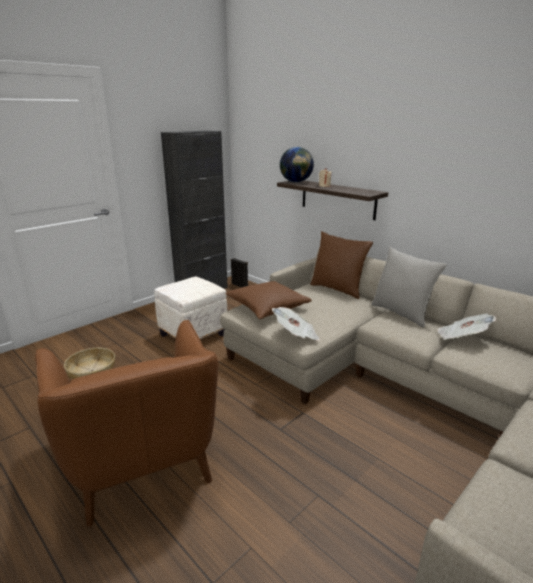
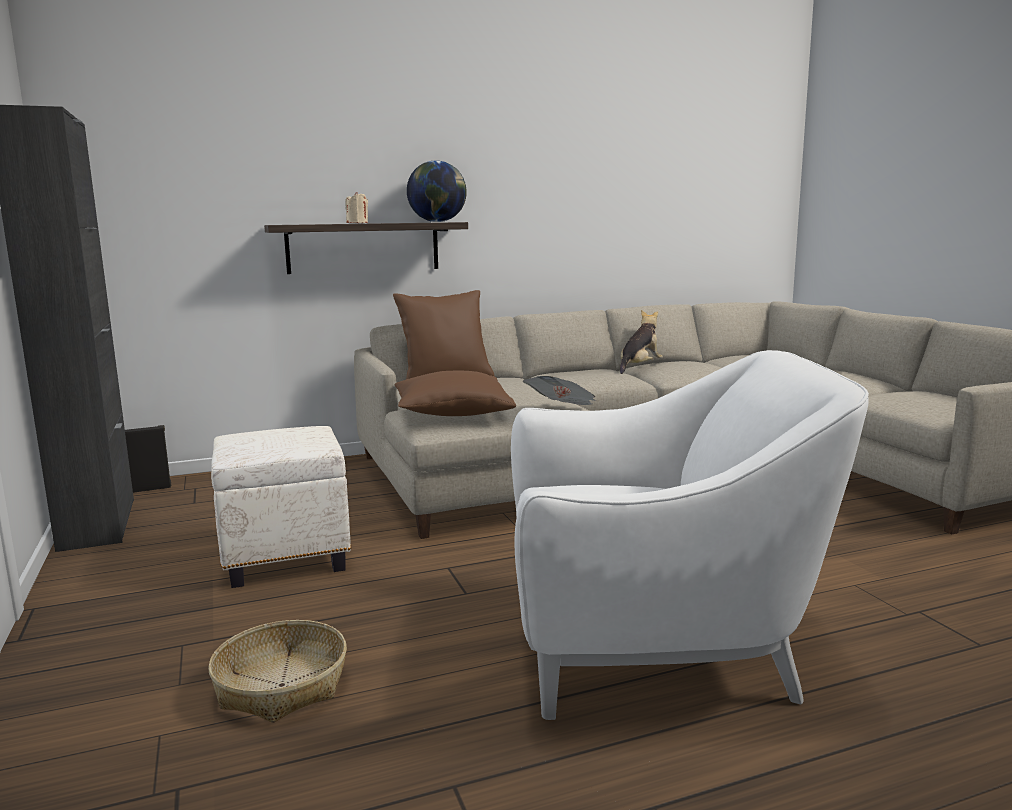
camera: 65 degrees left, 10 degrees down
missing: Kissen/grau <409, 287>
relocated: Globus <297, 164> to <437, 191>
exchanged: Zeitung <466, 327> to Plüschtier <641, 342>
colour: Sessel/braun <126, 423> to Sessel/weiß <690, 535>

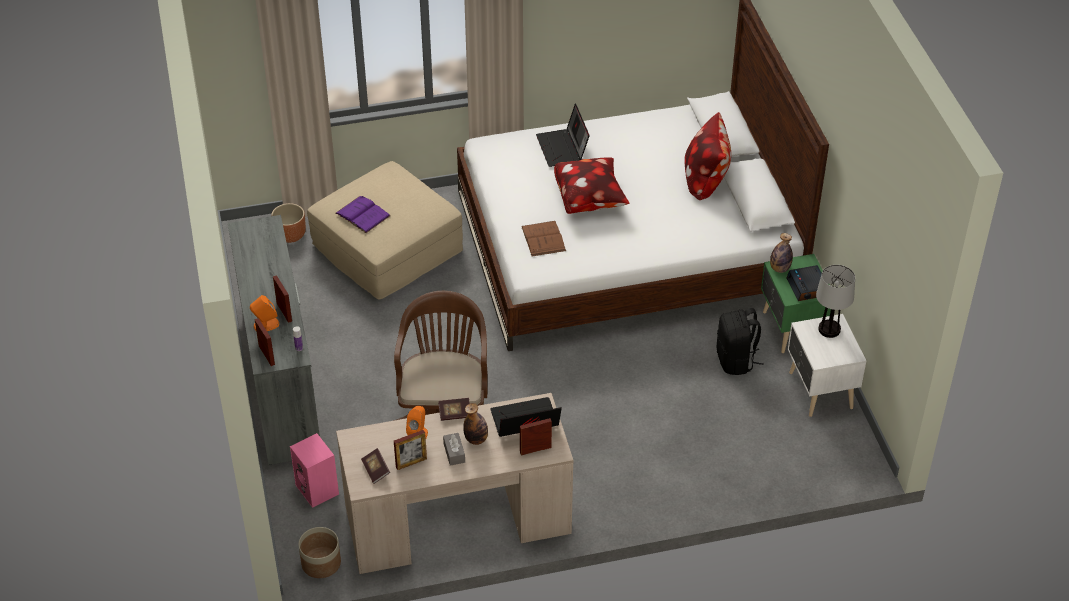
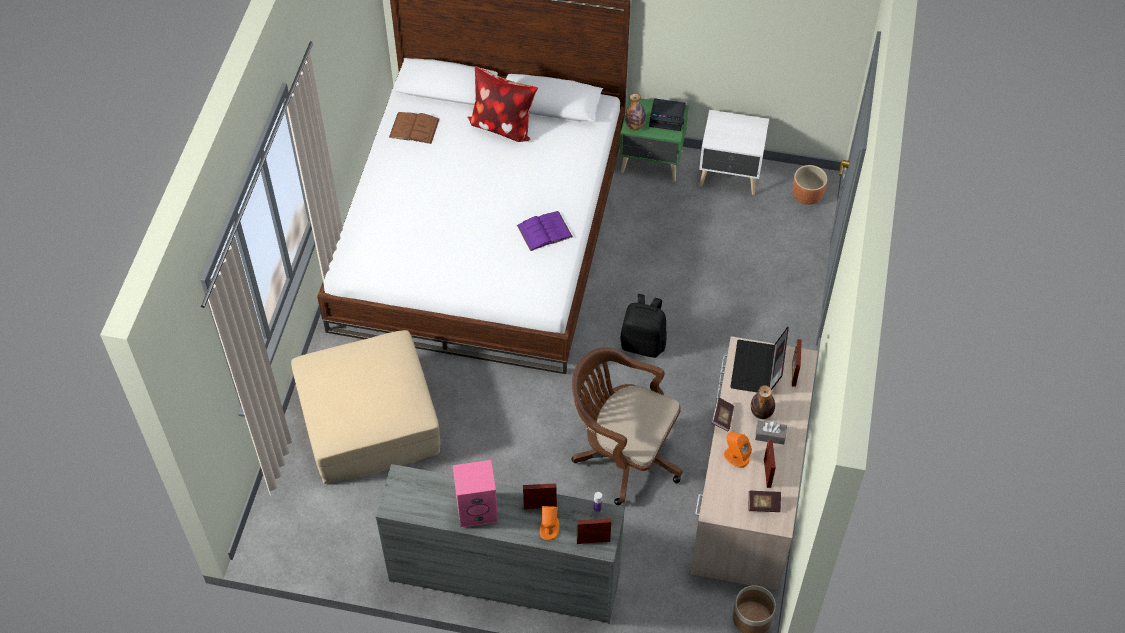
camera: 65 degrees left, 10 degrees up
missing: Laptop <563, 135>; Kissen <591, 185>; Tischlampe <835, 301>
relocated: Buch/braun <543, 239> to <414, 128>; Lautsprecher/rosa <314, 470> to <475, 494>; Buch/lila <363, 214> to <545, 231>; Rucksack/schwarz <740, 341> to <643, 326>; Pflanzkübel/braun <288, 223> to <809, 185>

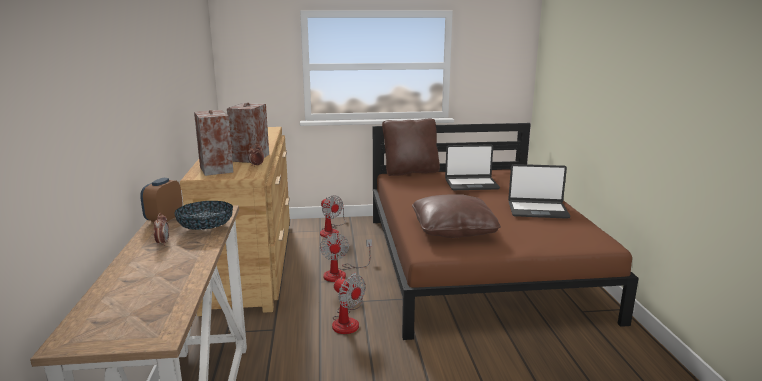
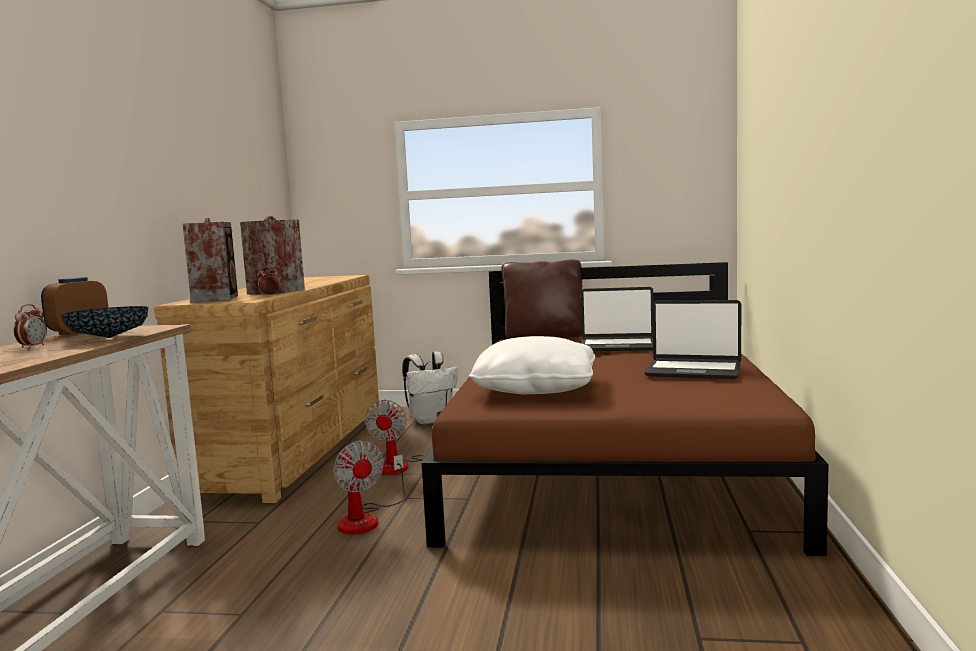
camera: 15 degrees right, 10 degrees down
exchanged: Ventilator <333, 216> to Rucksack/weiß <430, 388>
colour: Kissen/braun <456, 216> to Kissen/weiß <532, 365>

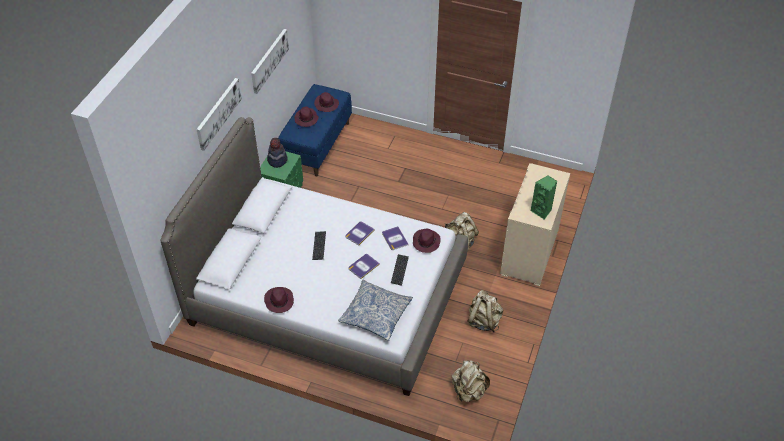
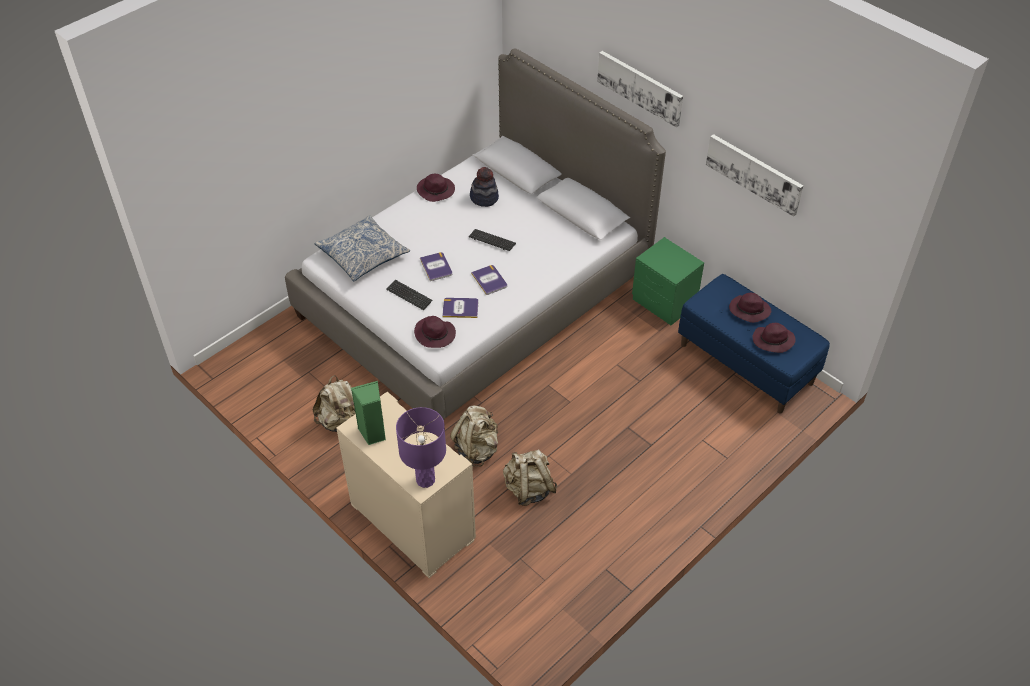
camera: 115 degrees right, 0 degrees up
appeared: Tischlampe/lila <421, 447>
relocated: Hut <277, 153> to <484, 187>; Rucksack/beige <471, 381> to <530, 478>

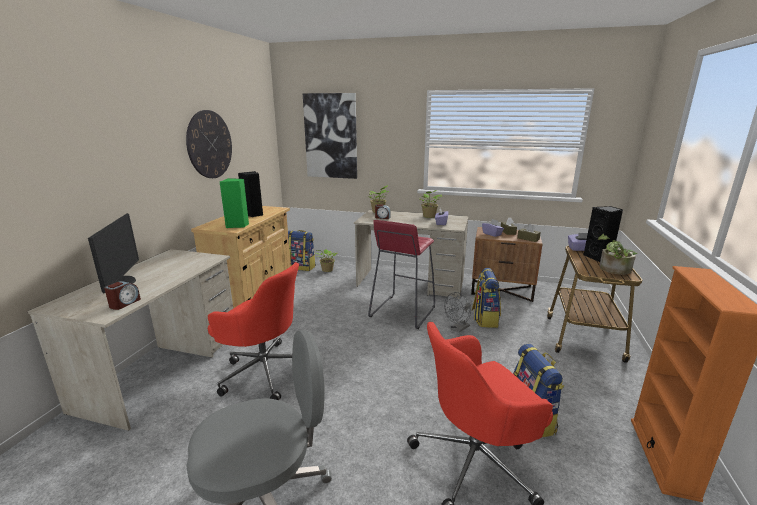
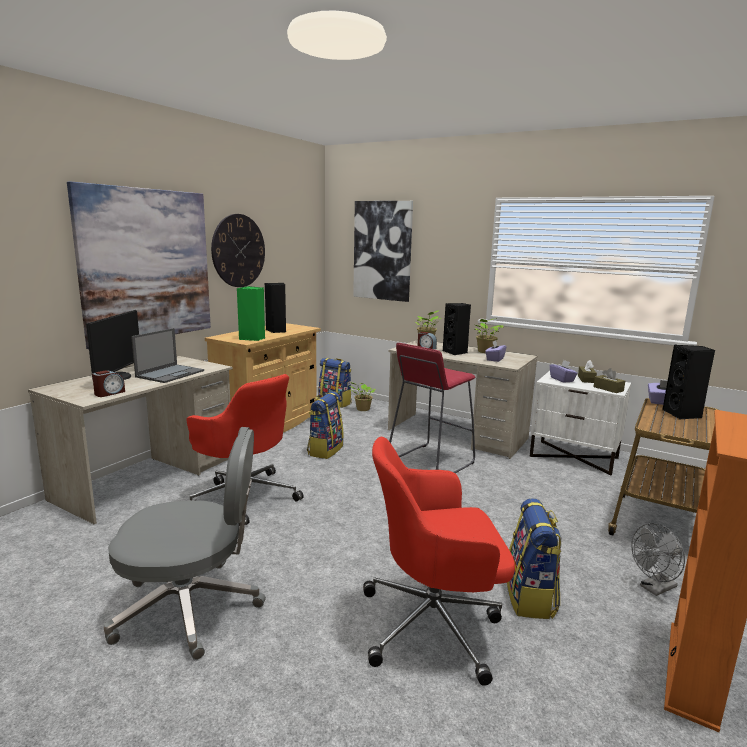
camera: 15 degrees right, 5 degrees down
missing: Topfpflanze <617, 254>
appeared: Bild <139, 265>; Laptop <167, 355>; Lautsprecher/schwarz <457, 329>
relocated: Rucksack <486, 298> to <325, 425>; Ventilator/grau <457, 312> to <658, 559>
colour: Nachttisch/braun <507, 264> to Nachttisch/weiß <580, 423>

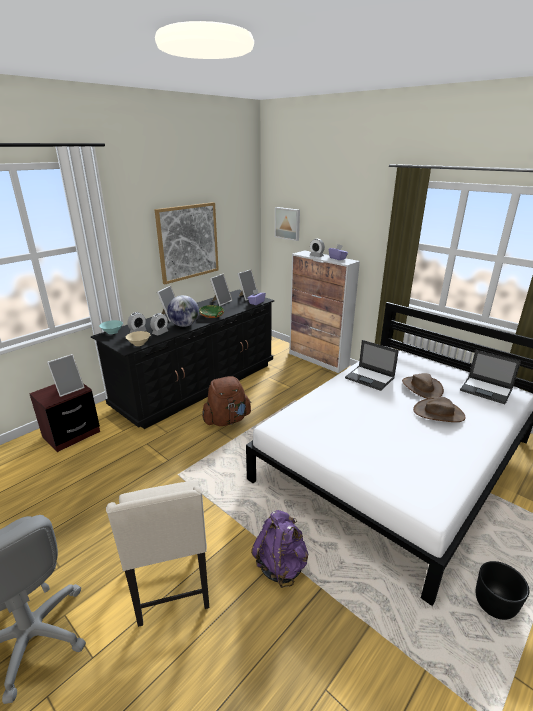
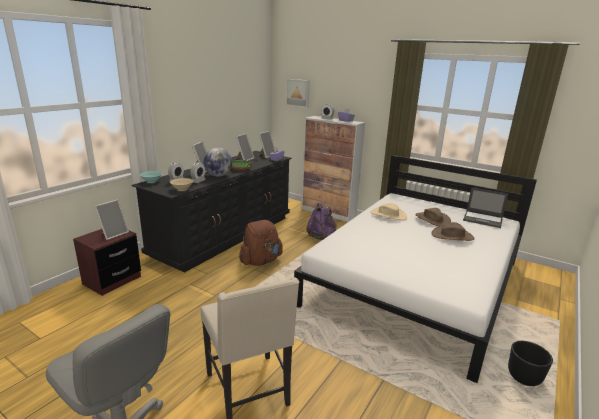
camera: 10 degrees left, 5 degrees down
missing: Bild <186, 243>
relocated: Rucksack/lila <279, 549> to <321, 221>
exchanged: Laptop <372, 365> to Hut/beige <388, 211>

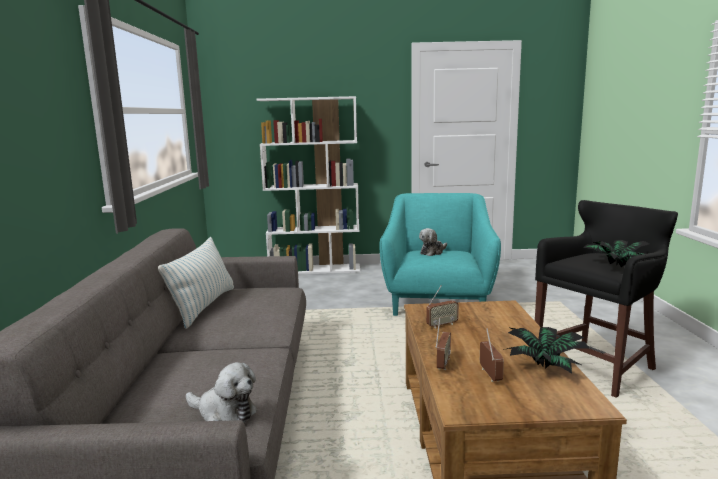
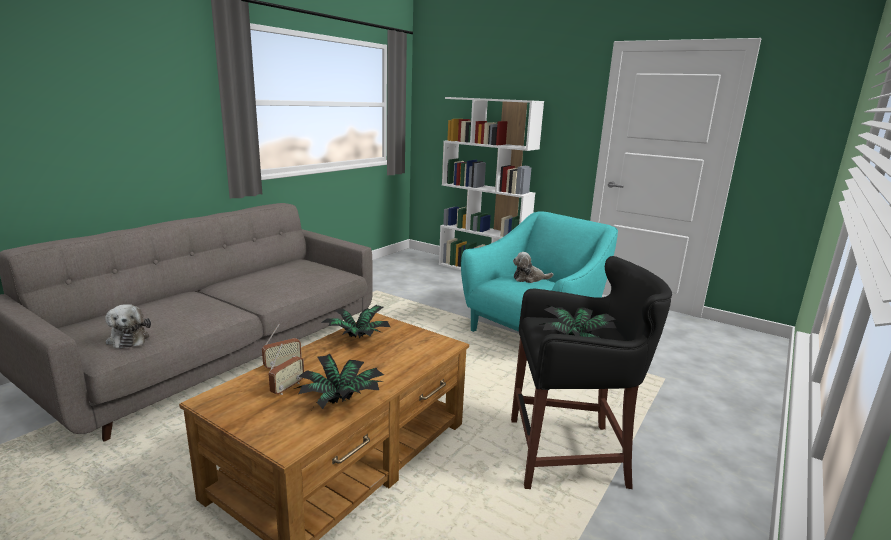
camera: 35 degrees right, 5 degrees up
missing: Kissen <196, 283>
exchanged: Radio <442, 307> to Topfpflanze <355, 321>

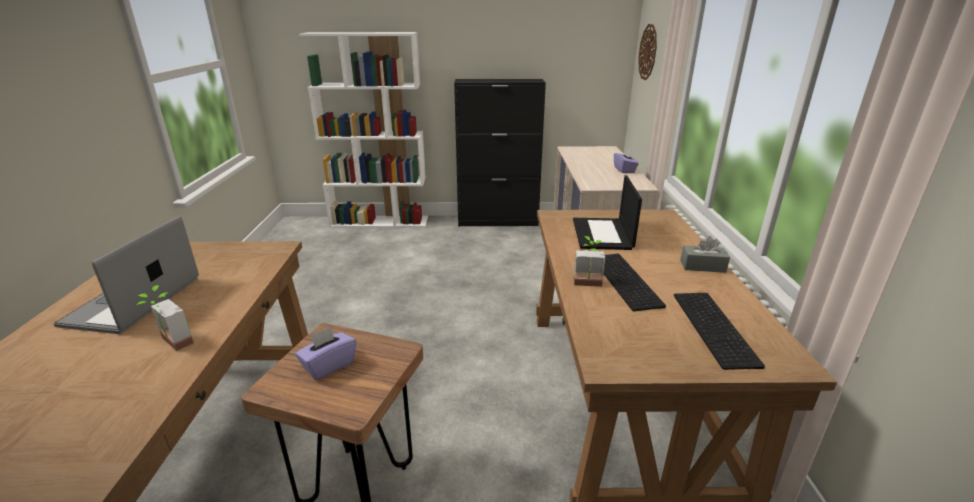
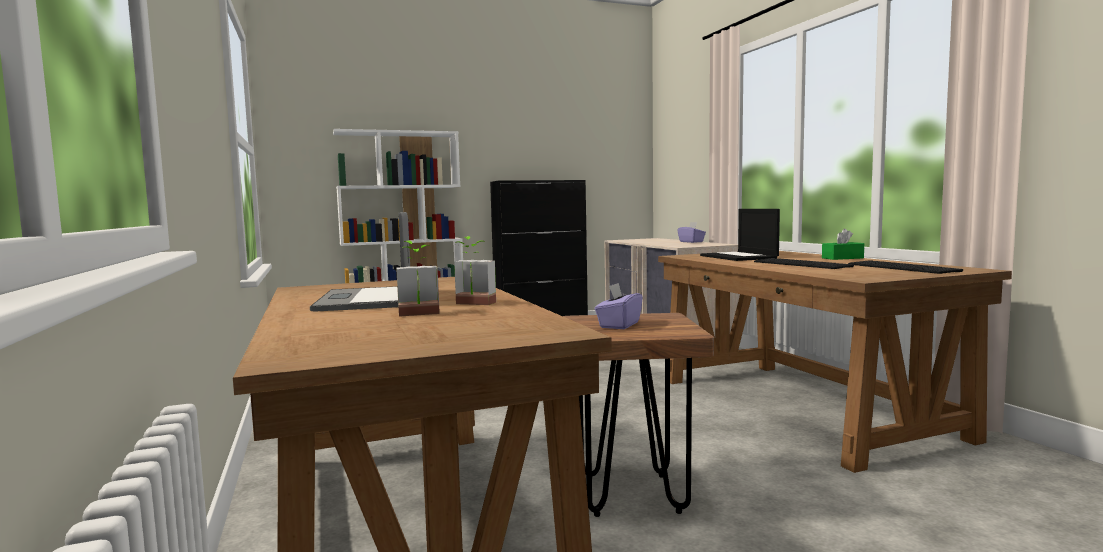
camera: 20 degrees left, 20 degrees down
missing: Wanduhr <647, 52>
relocated: Topfpflanze <590, 261> to <418, 279>
colour: Taschentuchbox/grau <705, 254> to Taschentuchbox/grün <843, 244>

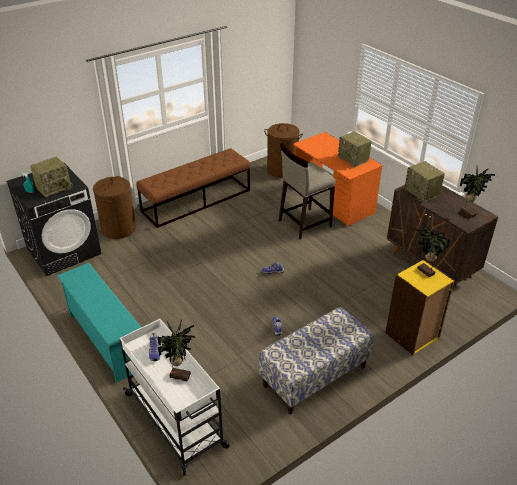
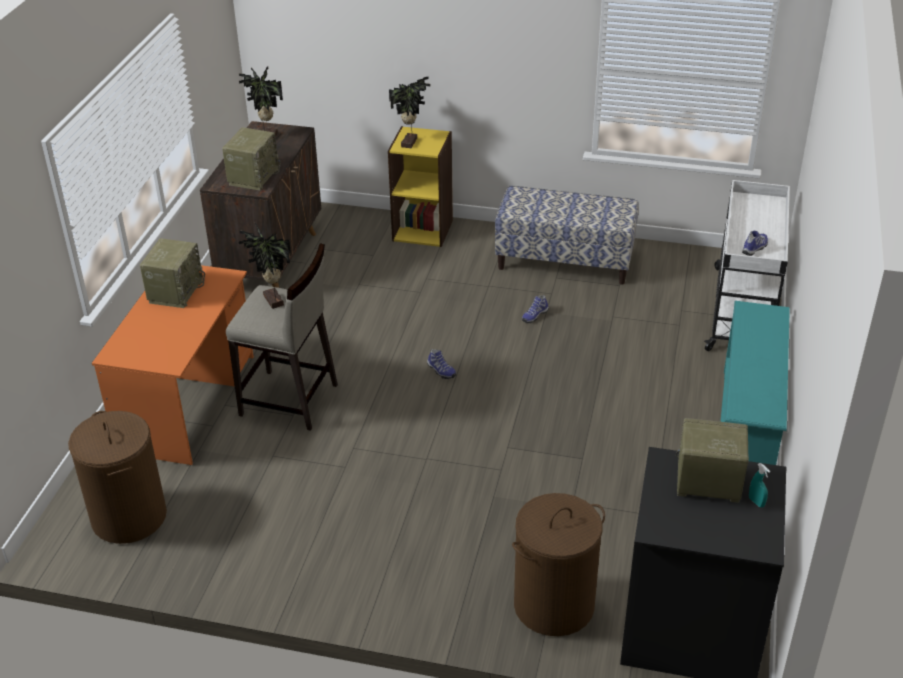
camera: 130 degrees left, 0 degrees up
missing: Bank/braun <193, 188>
relocated: Topfpflanze <176, 350> to <264, 266>

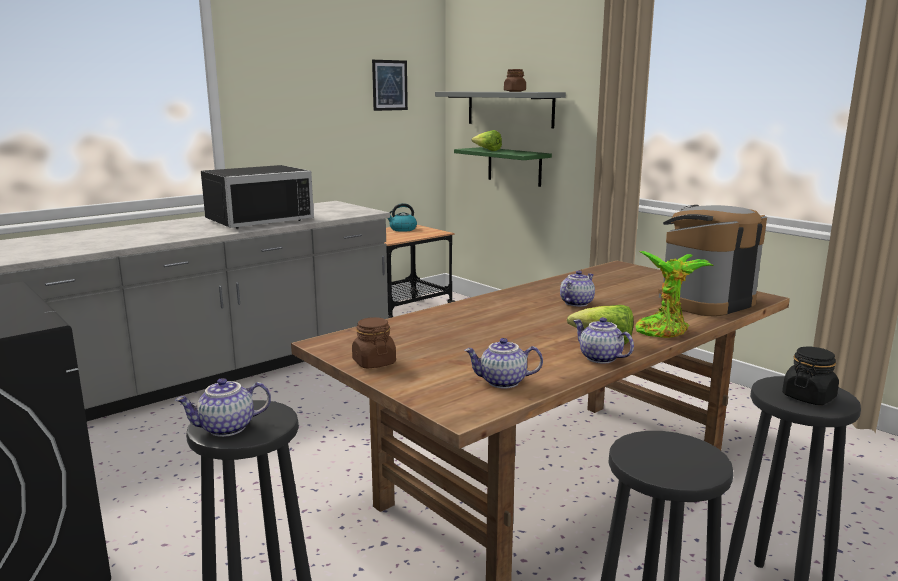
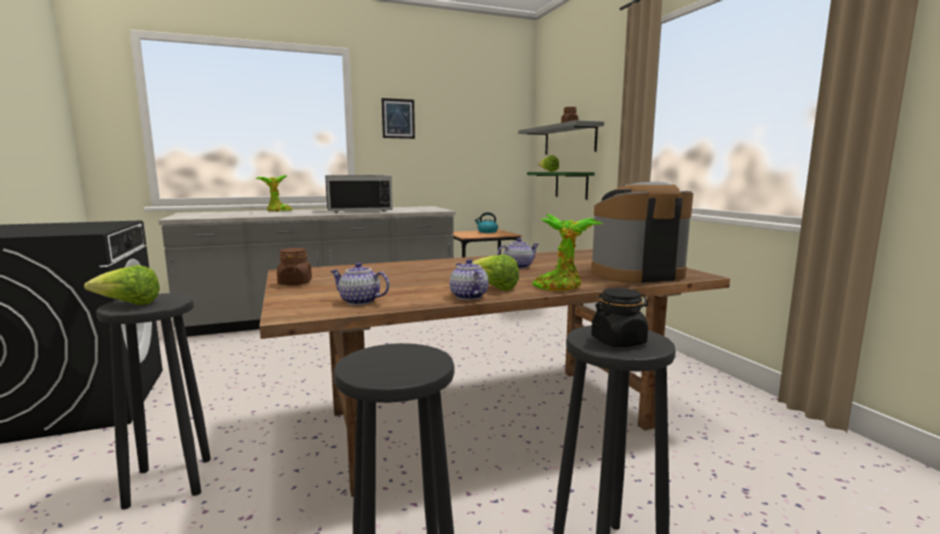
camera: 20 degrees right, 5 degrees down
appeared: Topfpflanze <274, 193>
relocated: Bild <390, 85> to <398, 118>
exchanged: Teekanne <223, 407> to Salatkopf <122, 285>

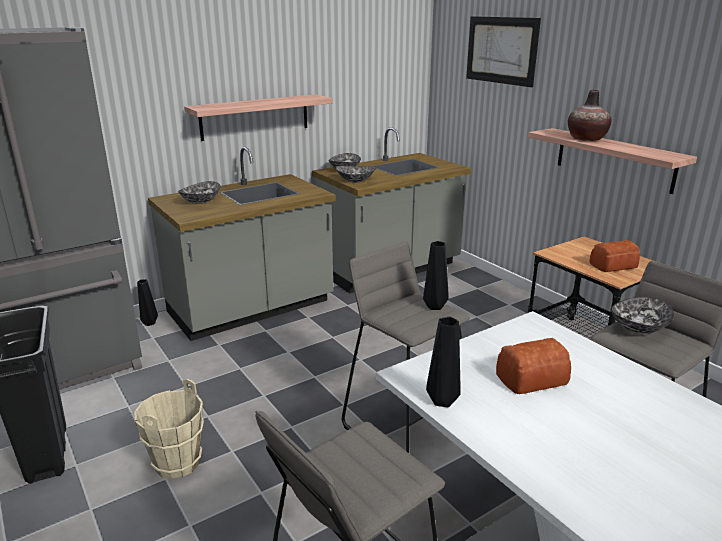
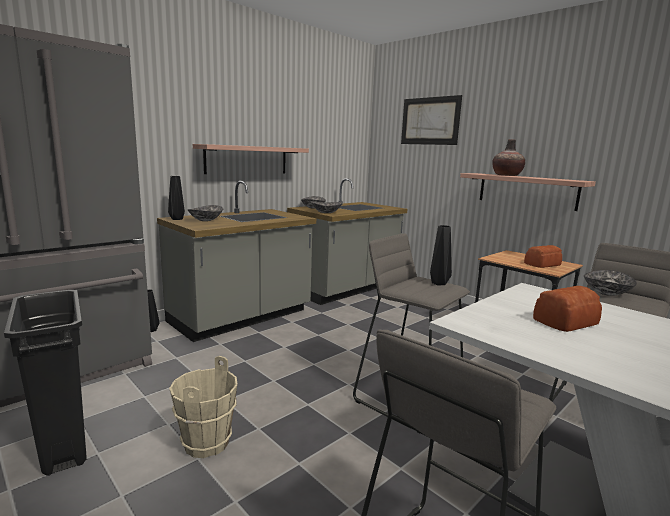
camera: 10 degrees left, 10 degrees down
relocated: Vase/schwarz <443, 362> to <176, 198>

